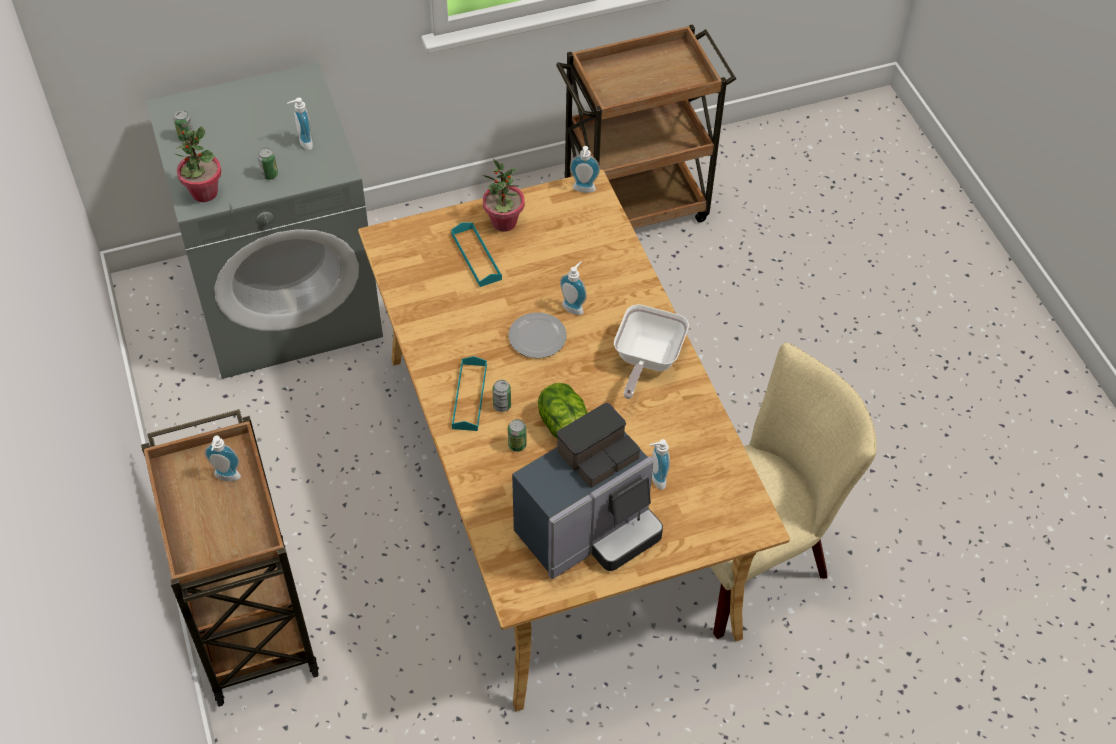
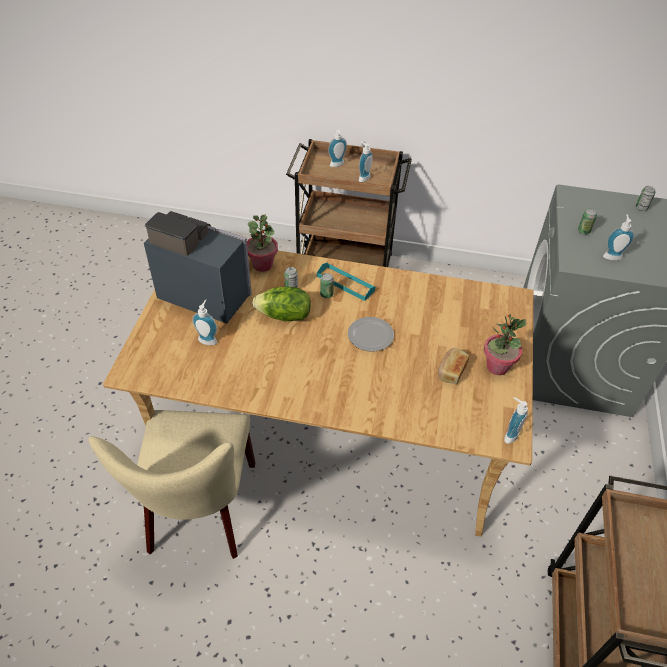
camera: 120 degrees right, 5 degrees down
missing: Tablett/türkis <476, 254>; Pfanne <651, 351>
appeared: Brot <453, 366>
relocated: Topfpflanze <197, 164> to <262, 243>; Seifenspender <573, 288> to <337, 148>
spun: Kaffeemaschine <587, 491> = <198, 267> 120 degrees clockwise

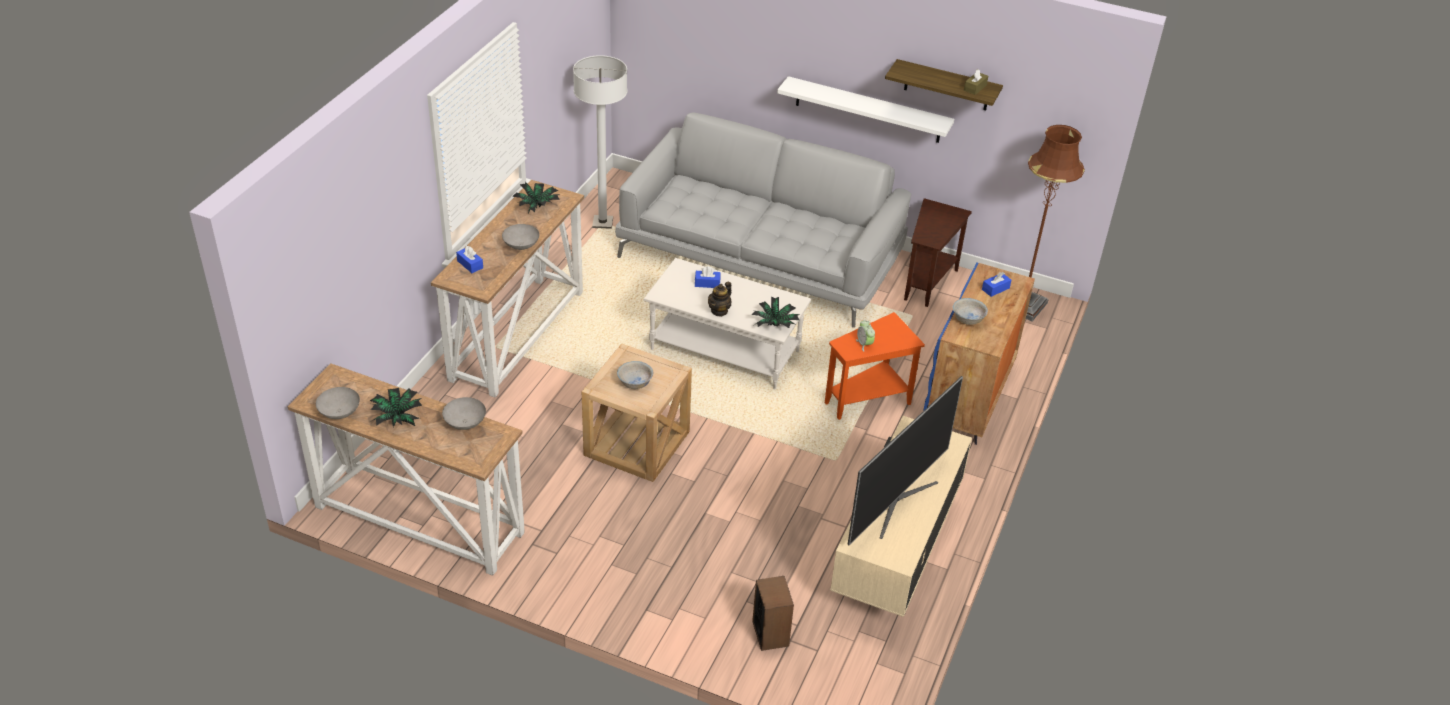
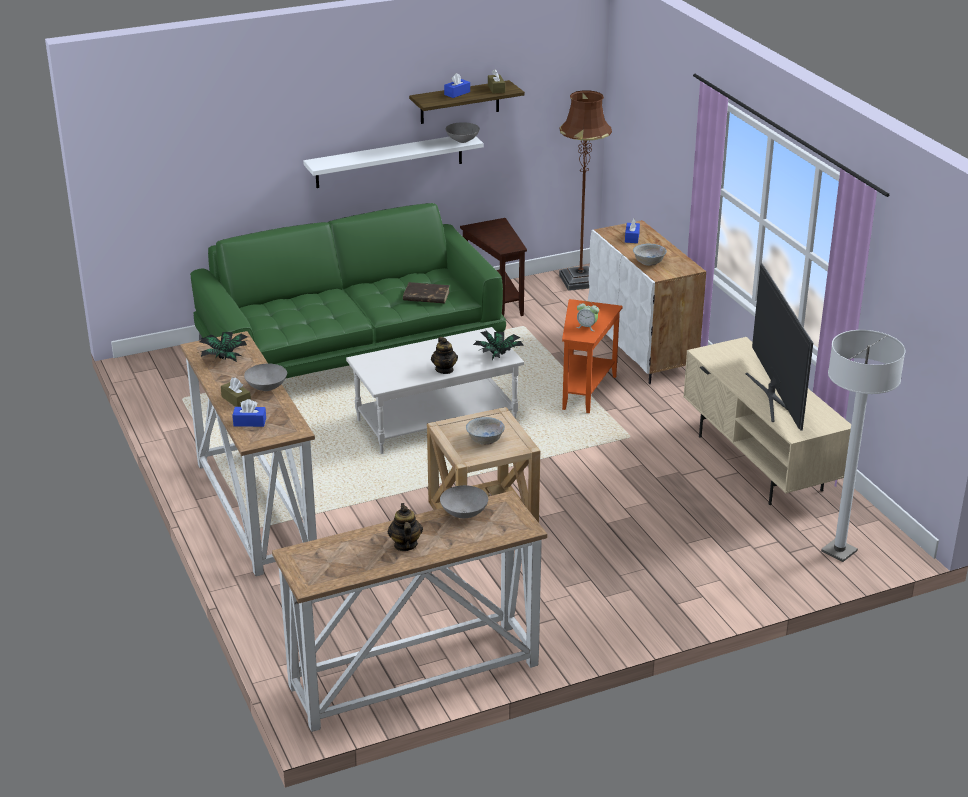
camera: 45 degrees left, 10 degrees down
missing: Lautsprecher <773, 613>
appeared: Taschentuchbox/braun <236, 392>; Buch/braun <426, 292>
relocated: Taschentuchbox/blau <708, 277> to <457, 85>; Schüssel/grau <338, 403> to <462, 132>; Stehlampe/weiß <600, 142> to <863, 446>
exchanged: Topfpflanze <396, 407> to Teekanne <405, 527>
colour: Sofa/grau <763, 220> to Sofa/grün <348, 290>; Schrank/blau <979, 353> to Schrank/weiß <647, 302>

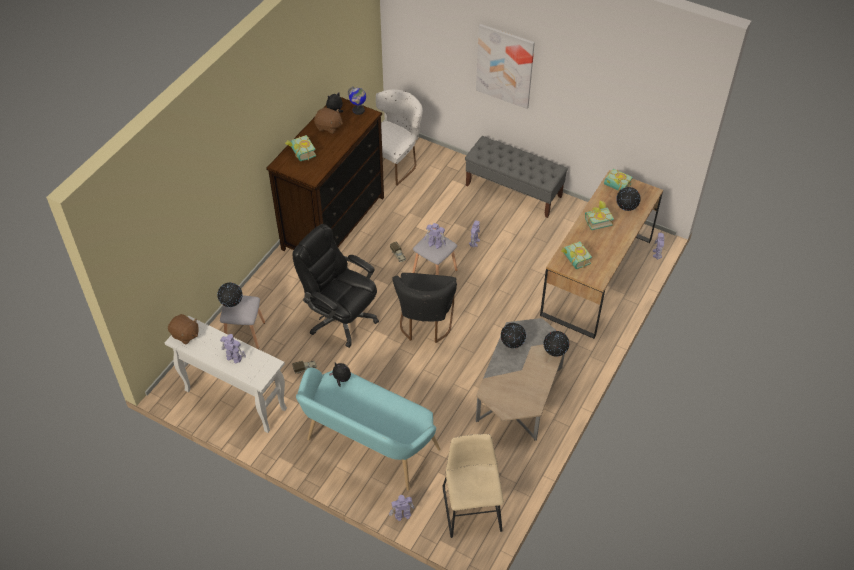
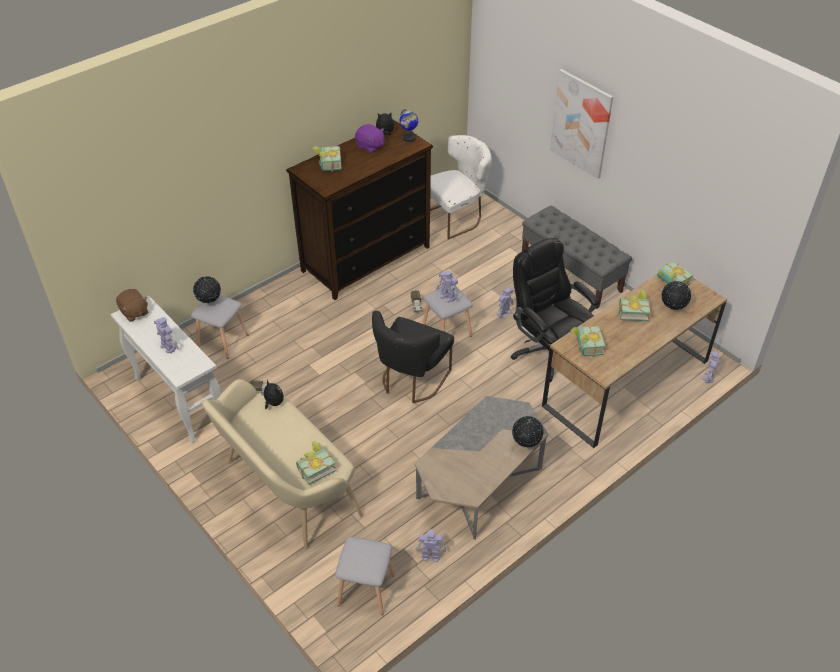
camera: 20 degrees right, 5 degrees down
missing: Globus <513, 335>
appeared: Buch <316, 463>
relocated: Spielzeugroboter <402, 508> to <430, 545>; Bürostuhl/schwarz <335, 286> to <555, 310>
exchanged: Stuhl/beige <473, 486> to Hocker/grau <364, 576>
colour: Bank/türkis <368, 429> to Bank/beige <282, 464>; Plüschtier/braun <328, 120> to Plüschtier/lila <369, 138>

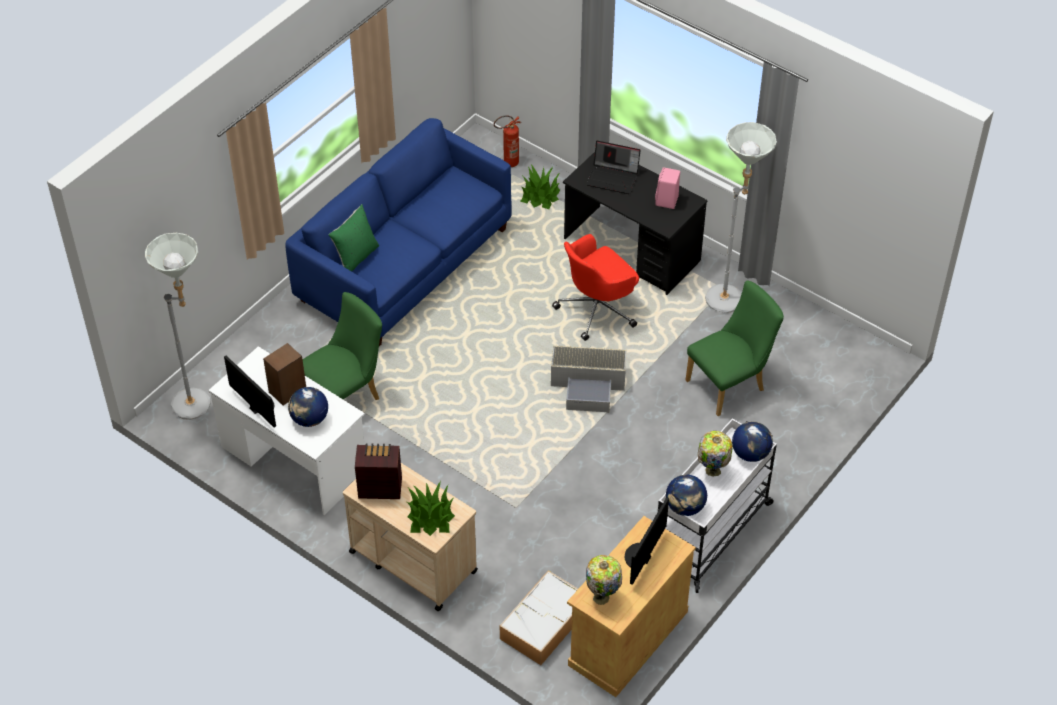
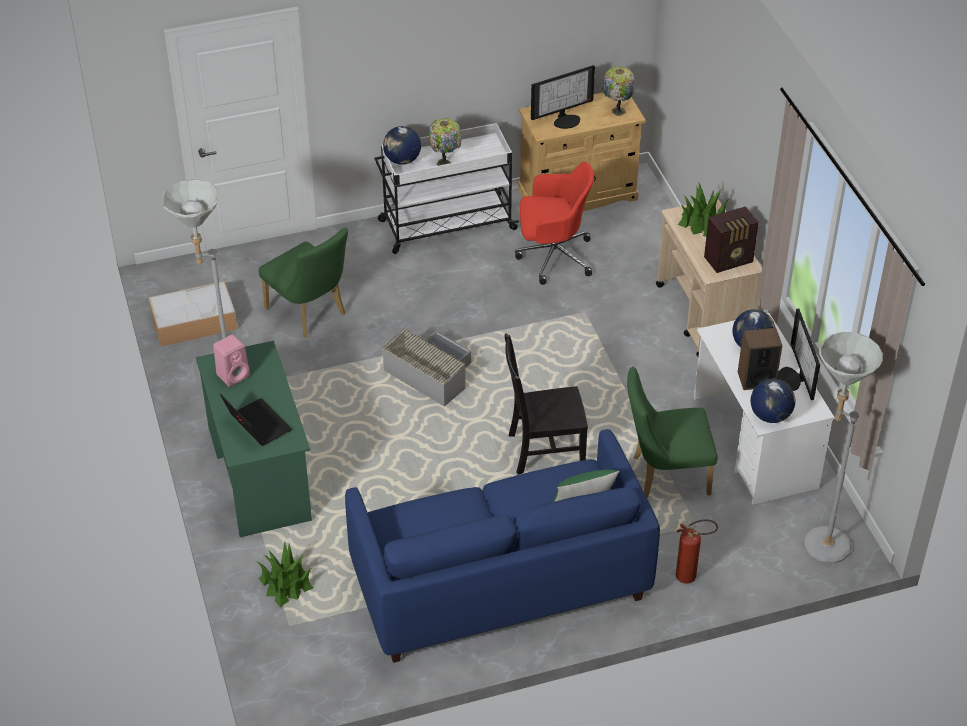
camera: 145 degrees left, 5 degrees down
appeared: Stuhl/schwarz <546, 404>
relocated: Aufbewahrungsbox <539, 617> to <193, 313>; Bürostuhl/rot <595, 287> to <554, 223>; Feuerlöscher <507, 141> to <697, 551>; Globus <686, 495> to <773, 401>
colour: Schreibtisch/schwarz <635, 223> to Schreibtisch/grün <254, 439>
spun: Stuhl/grün <735, 348> = <303, 282> 135 degrees counterclockwise; Radio <378, 471> = <731, 239> 60 degrees counterclockwise

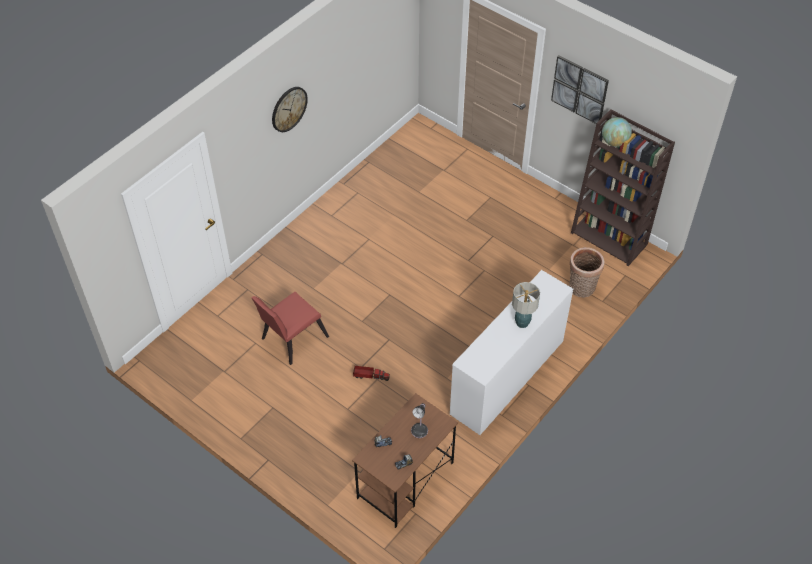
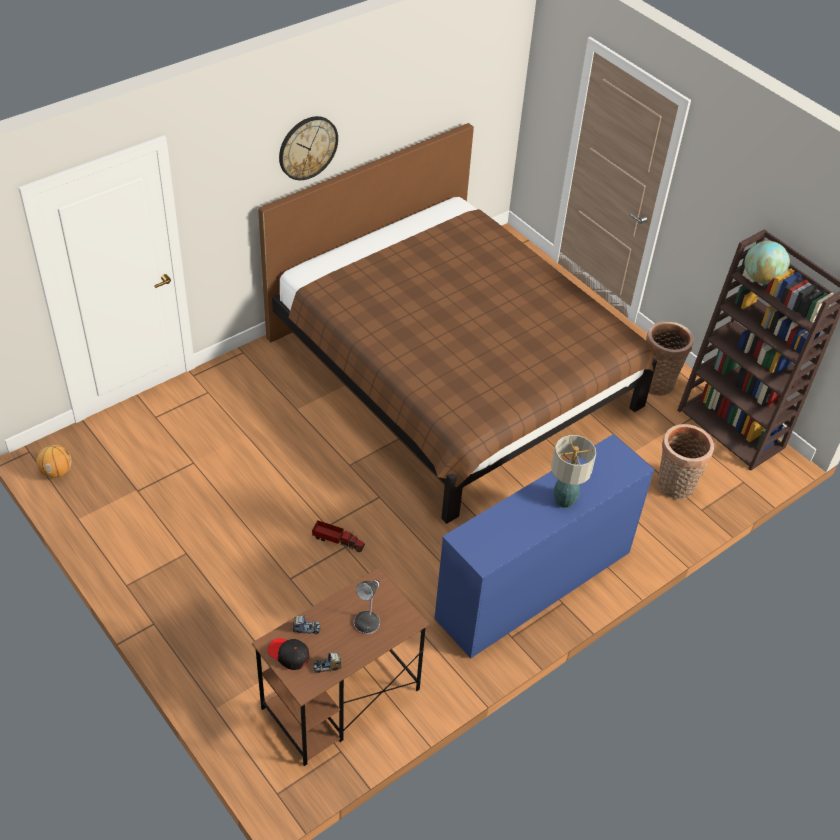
camera: 10 degrees right, 5 degrees down
missing: Stuhl/rot <290, 328>; Bild <580, 89>
appeared: Basketball <54, 461>; Bett/braun <457, 323>; Kappe/schwarz <288, 654>; Korb <670, 359>
colour: Kommode/weiß <511, 352> to Kommode/blau <544, 546>

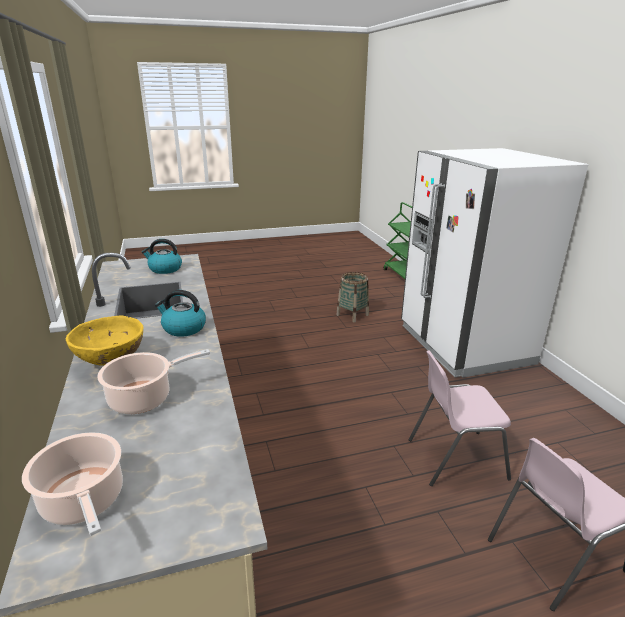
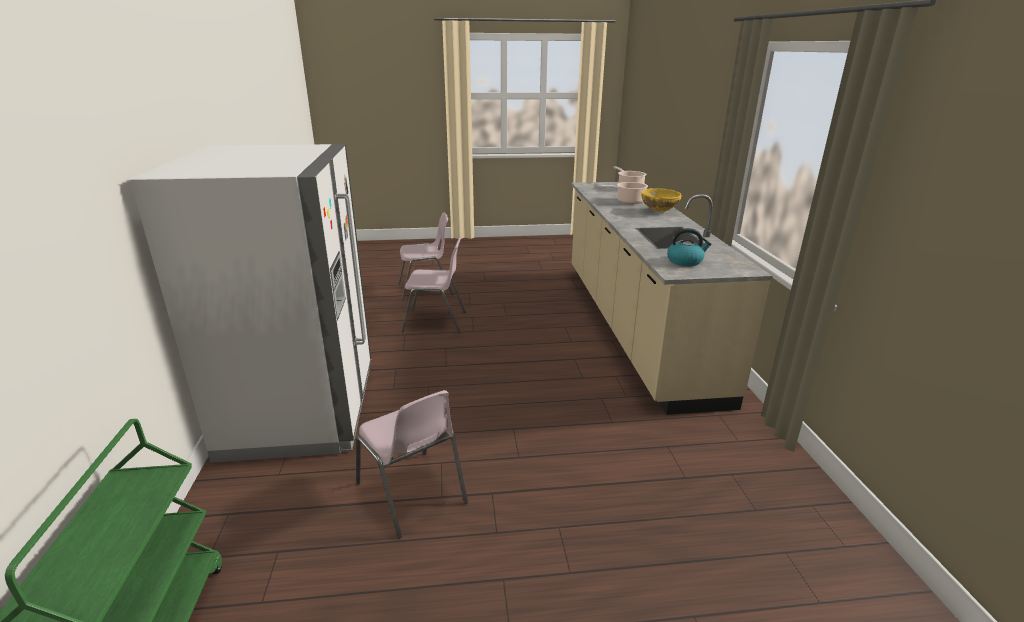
camera: 170 degrees left, 0 degrees up
missing: Wasserkessel <180, 313>
exchanged: Korb <352, 297> to Stuhl/rosa <412, 464>

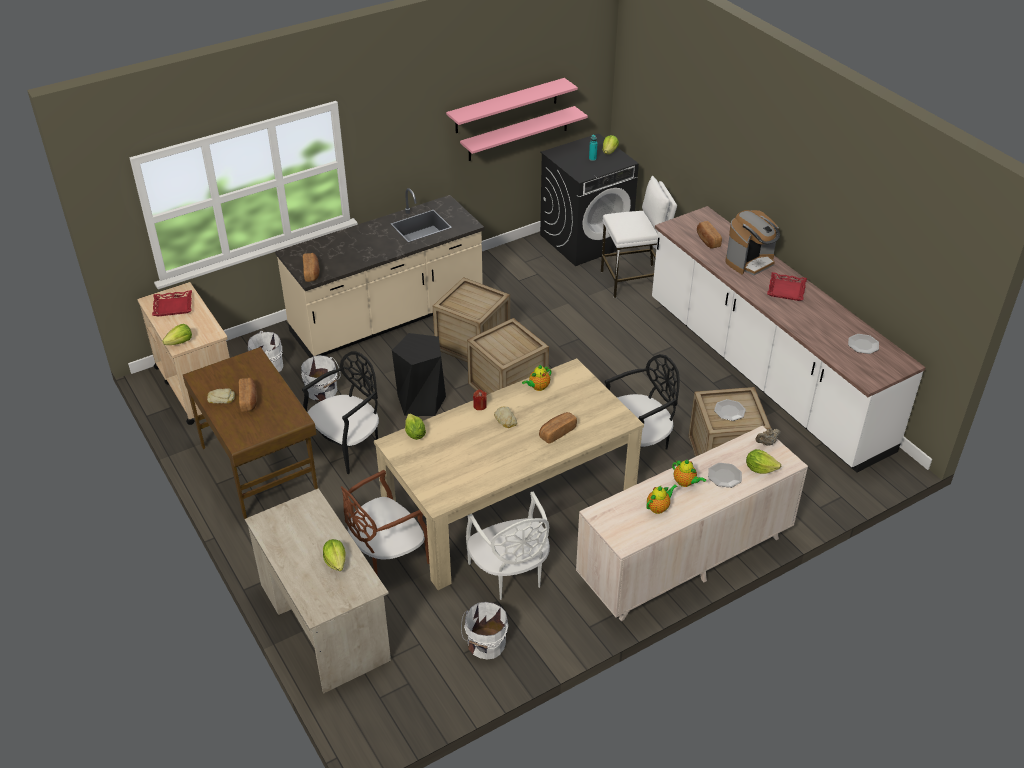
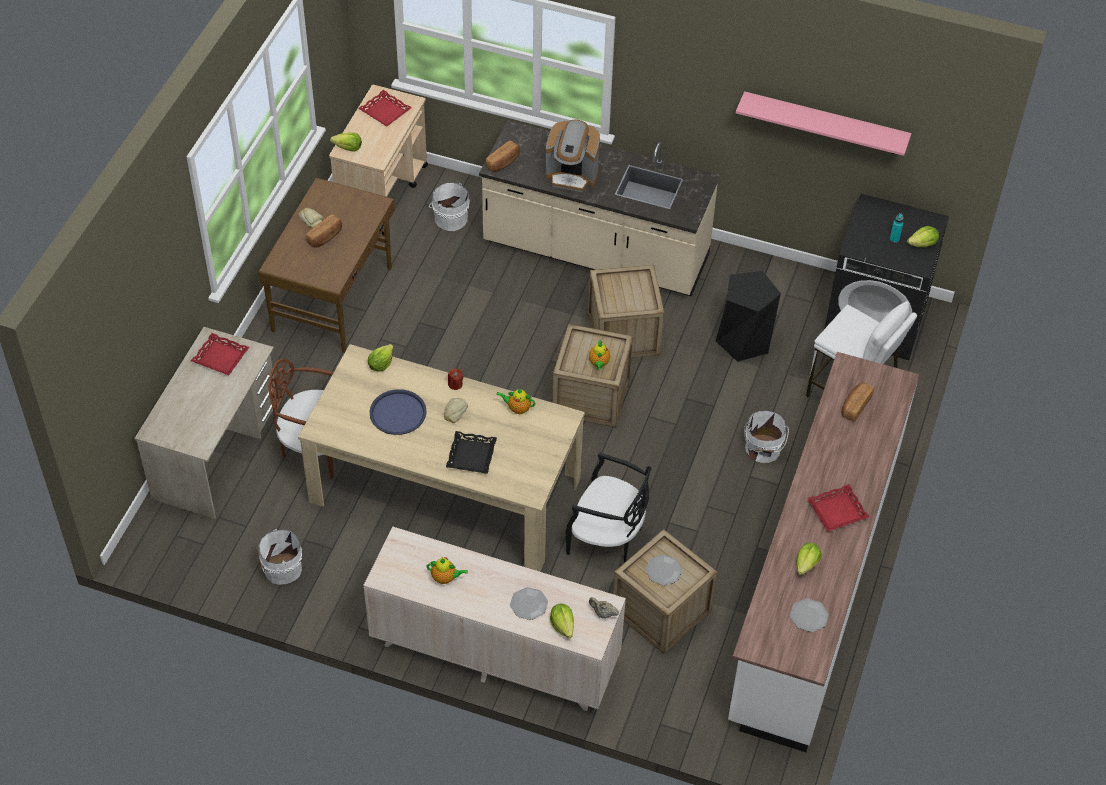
camera: 50 degrees right, 10 degrees up
missing: Stuhl/schwarz <340, 412>; Wandregal/rosa <524, 133>; Stuhl/weiß <508, 545>
appeared: Tablett/rot <220, 354>; Tablett/blau <398, 412>
relocated: Kaffeemaschine <752, 242> to <572, 155>; Teekanne <689, 473> to <599, 355>; Hocker/schwarz <419, 374> to <748, 316>; Eimer/weiß <321, 378> to <766, 436>; Salatkopf <334, 555> to <809, 559>
exchanged: Brot <558, 428> to Tablett/schwarz <471, 452>

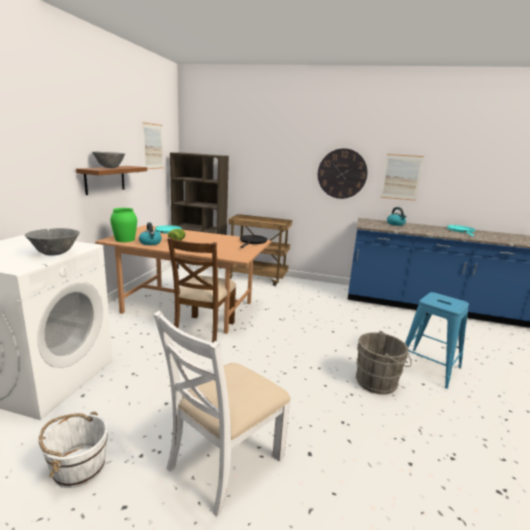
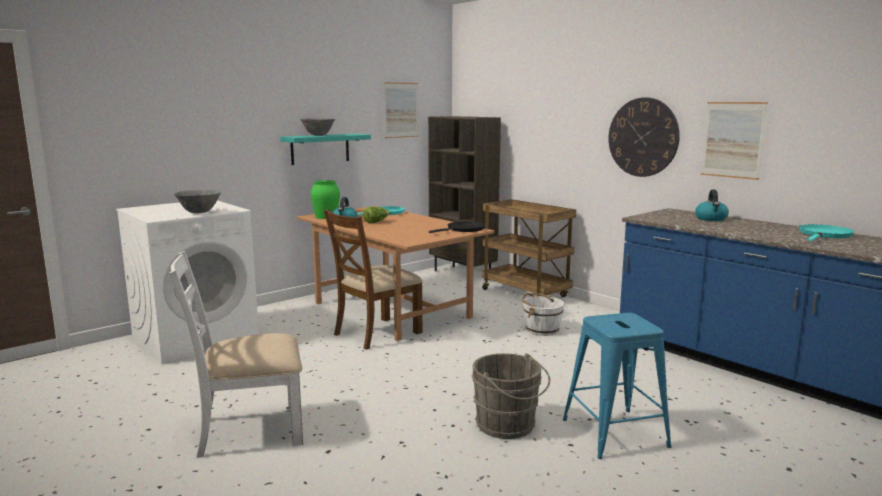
camera: 35 degrees right, 5 degrees down
relocated: Eimer/weiß <73, 450> to <543, 314>
colour: Wandregal/braun <111, 180> to Wandregal/türkis <325, 149>

